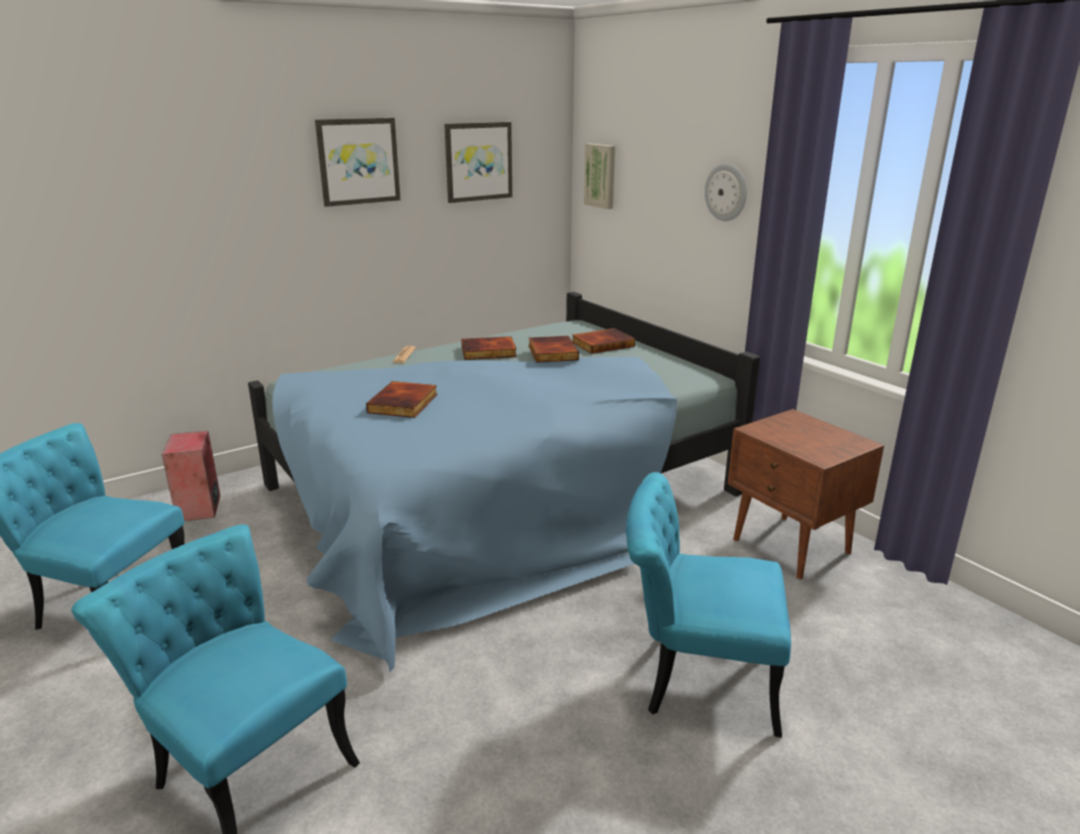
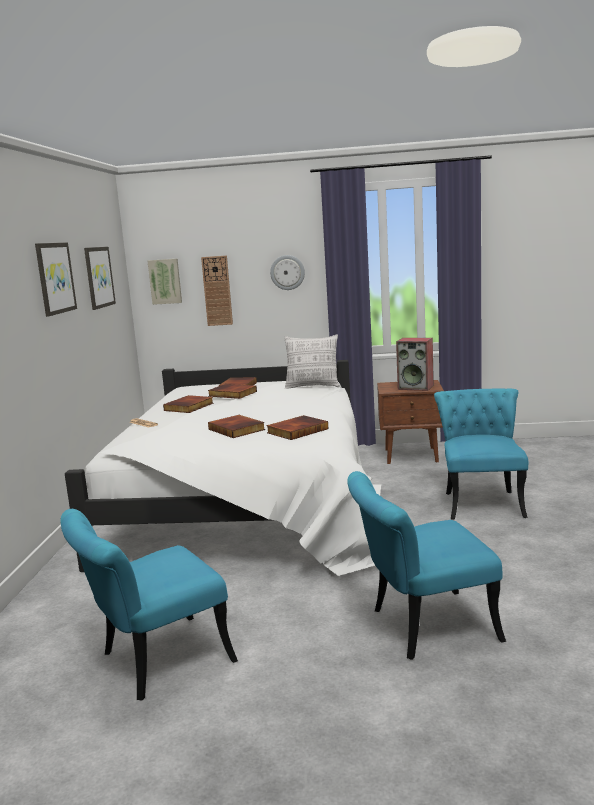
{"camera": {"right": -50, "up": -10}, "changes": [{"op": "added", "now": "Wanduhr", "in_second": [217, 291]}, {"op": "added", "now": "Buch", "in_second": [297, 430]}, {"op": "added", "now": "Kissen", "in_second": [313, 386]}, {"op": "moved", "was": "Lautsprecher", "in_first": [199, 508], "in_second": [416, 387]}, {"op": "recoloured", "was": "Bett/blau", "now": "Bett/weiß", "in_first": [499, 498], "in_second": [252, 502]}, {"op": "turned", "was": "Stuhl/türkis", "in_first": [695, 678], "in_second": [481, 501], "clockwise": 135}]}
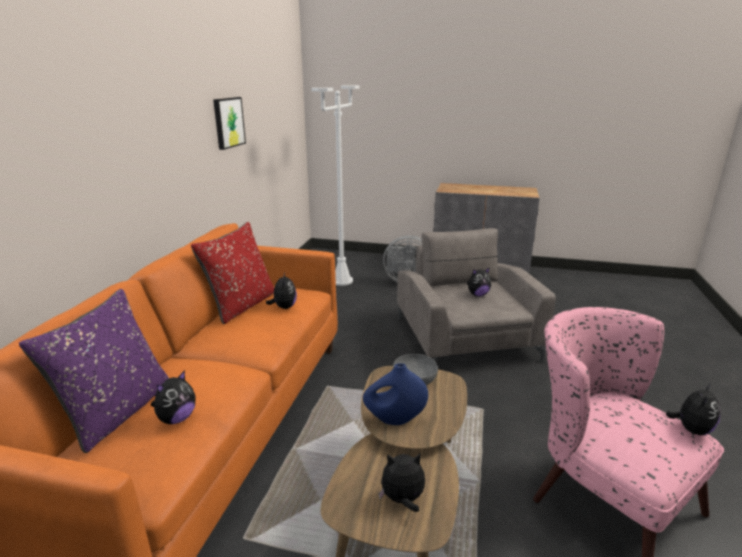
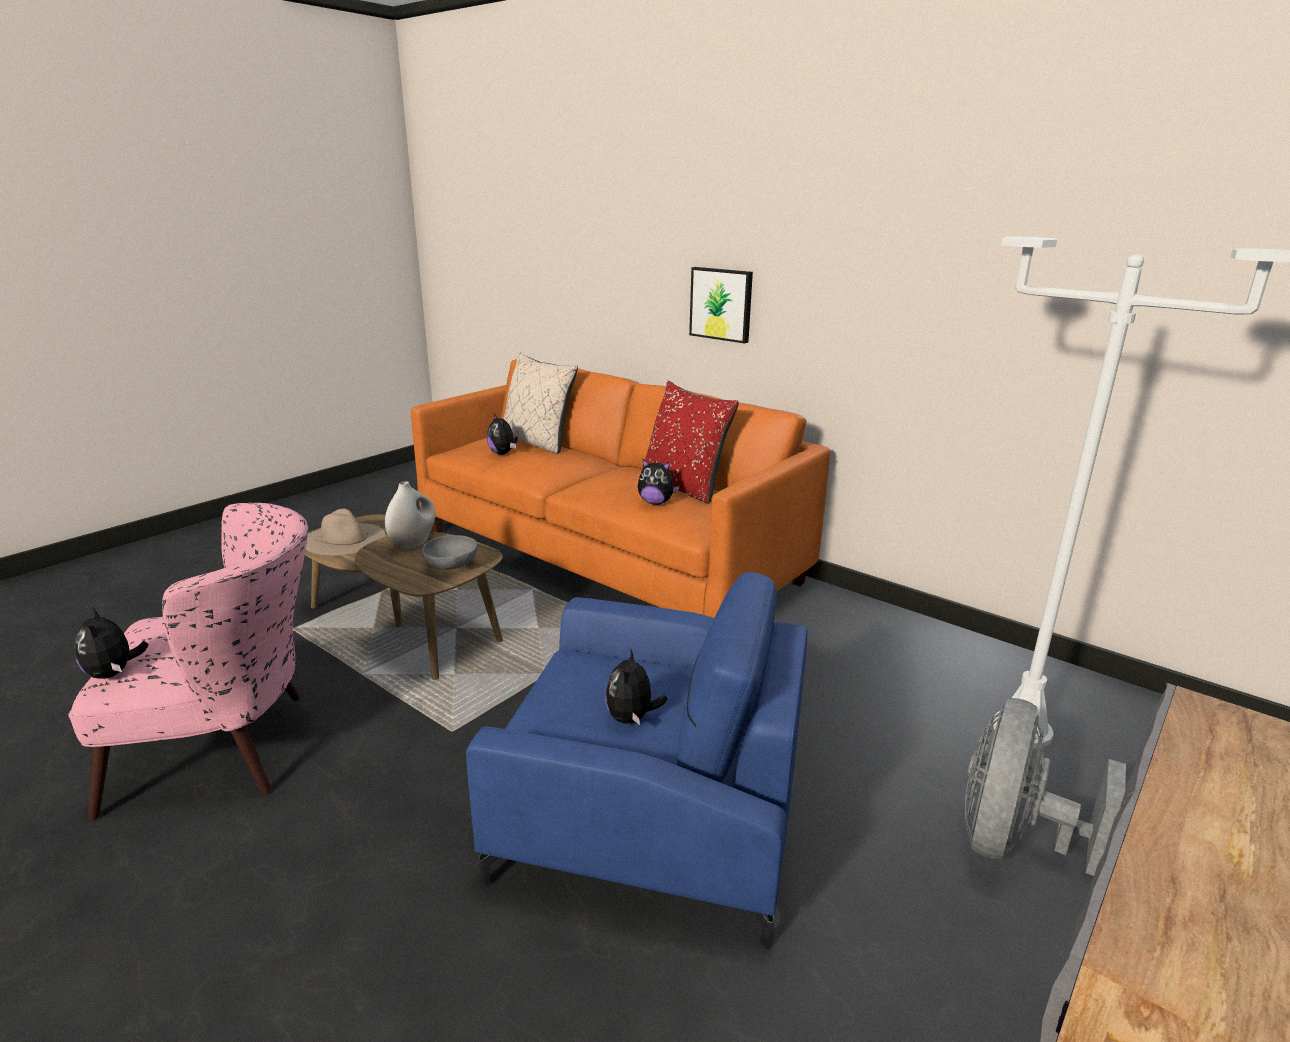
{"camera": {"right": 115, "up": 0}, "changes": [{"op": "moved", "was": "Bild", "in_first": [228, 122], "in_second": [721, 304]}, {"op": "replaced", "was": "Plüschtier", "now": "Hut/beige", "in_first": [402, 500], "in_second": [345, 539]}, {"op": "recoloured", "was": "Kissen/lila", "now": "Kissen/beige", "in_first": [118, 412], "in_second": [537, 442]}, {"op": "recoloured", "was": "Vase/blau", "now": "Vase/weiß", "in_first": [394, 419], "in_second": [413, 543]}, {"op": "recoloured", "was": "Sessel/grau", "now": "Sessel/blau", "in_first": [465, 338], "in_second": [652, 811]}]}
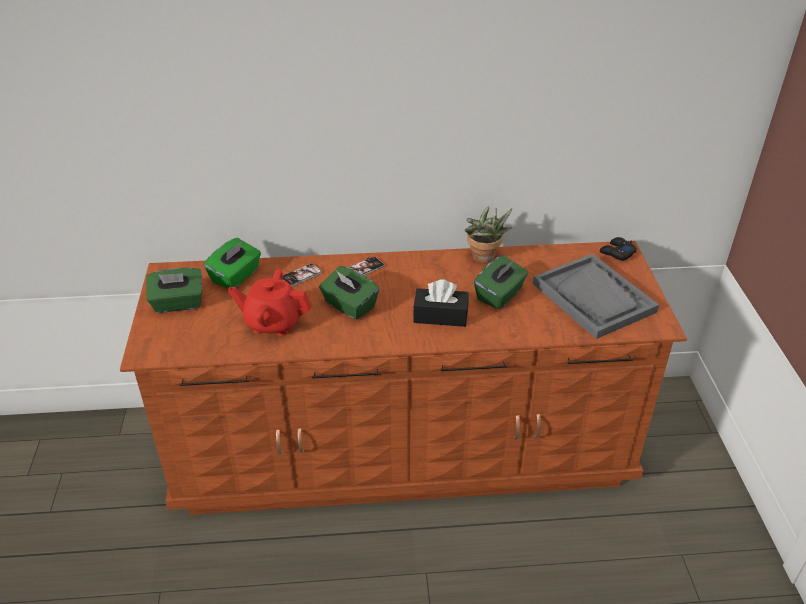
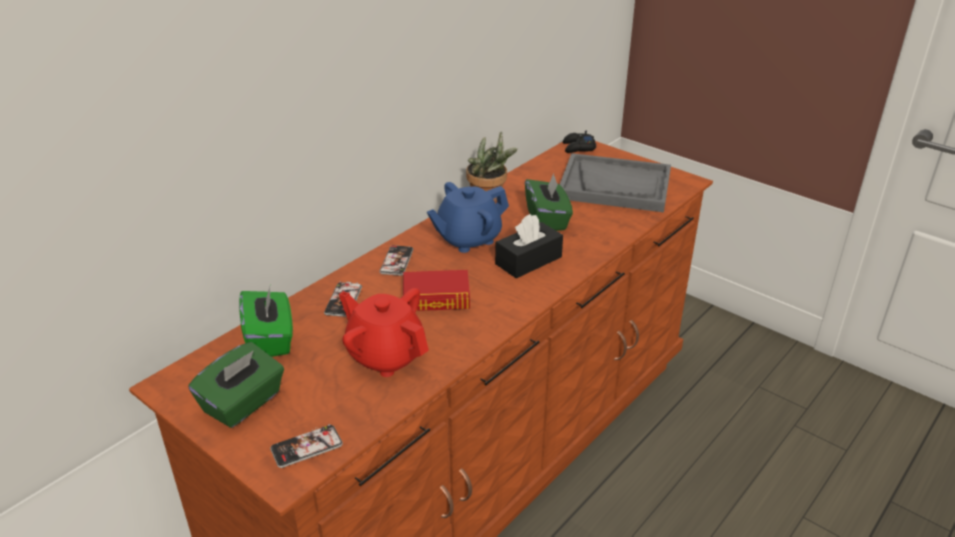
{"camera": {"right": -45, "up": -5}, "changes": [{"op": "added", "now": "Handy", "in_second": [306, 447]}, {"op": "added", "now": "Teekanne/blau", "in_second": [468, 239]}, {"op": "replaced", "was": "Taschentuchbox/grün", "now": "Buch", "in_first": [349, 306], "in_second": [436, 298]}, {"op": "turned", "was": "Teekanne/rot", "in_first": [273, 323], "in_second": [386, 356], "clockwise": 75}]}
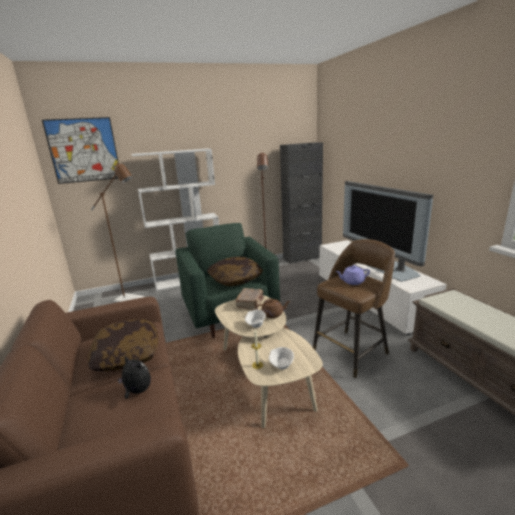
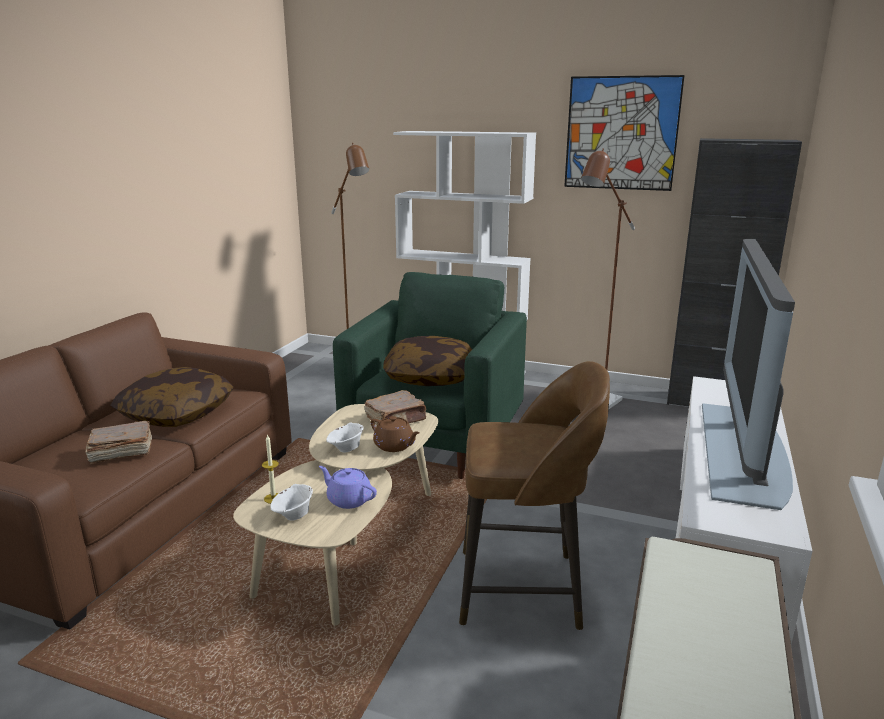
{"camera": {"right": 40, "up": 0}, "changes": [{"op": "moved", "was": "Bild", "in_first": [84, 150], "in_second": [621, 133]}, {"op": "moved", "was": "Teekanne/lila", "in_first": [352, 282], "in_second": [348, 500]}, {"op": "replaced", "was": "Plüschtier", "now": "Buch/braun", "in_first": [137, 391], "in_second": [120, 452]}]}
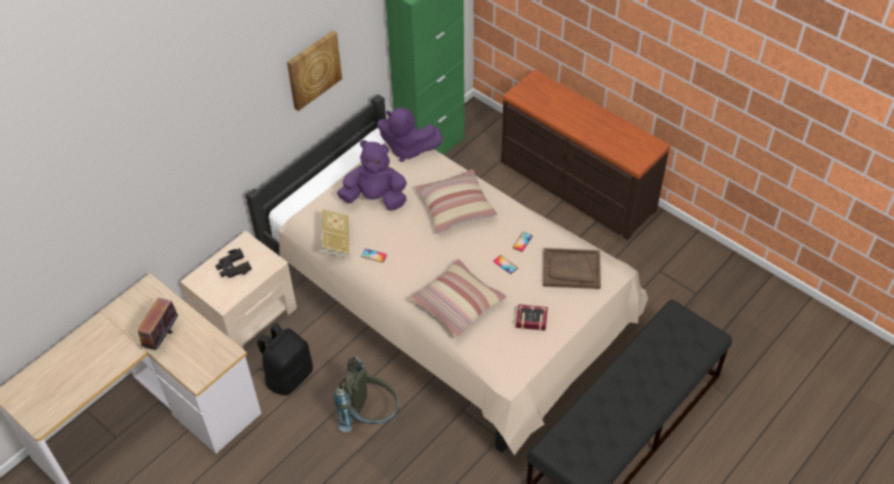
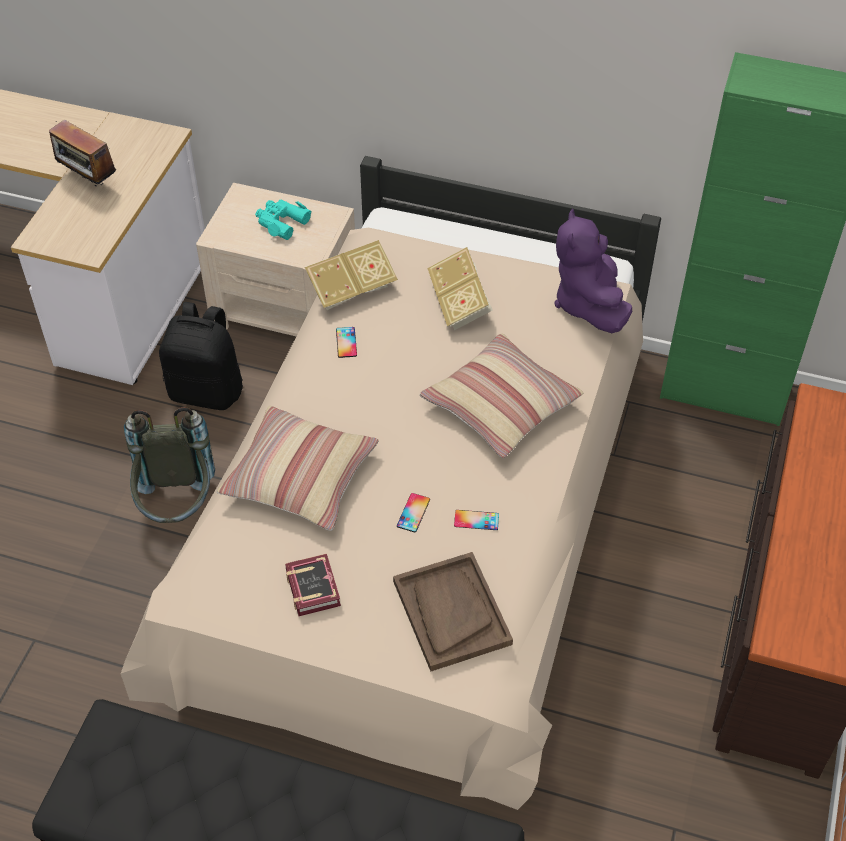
{"camera": {"right": 65, "up": 0}, "changes": [{"op": "removed", "was": "Bild", "in_first": [313, 69]}, {"op": "replaced", "was": "Plüschtier/lila", "now": "Buch", "in_first": [375, 199], "in_second": [459, 303]}, {"op": "recoloured", "was": "Fernglas/schwarz", "now": "Fernglas/türkis", "in_first": [233, 268], "in_second": [281, 222]}, {"op": "turned", "was": "Radio", "in_first": [162, 338], "in_second": [88, 181], "clockwise": -135}]}
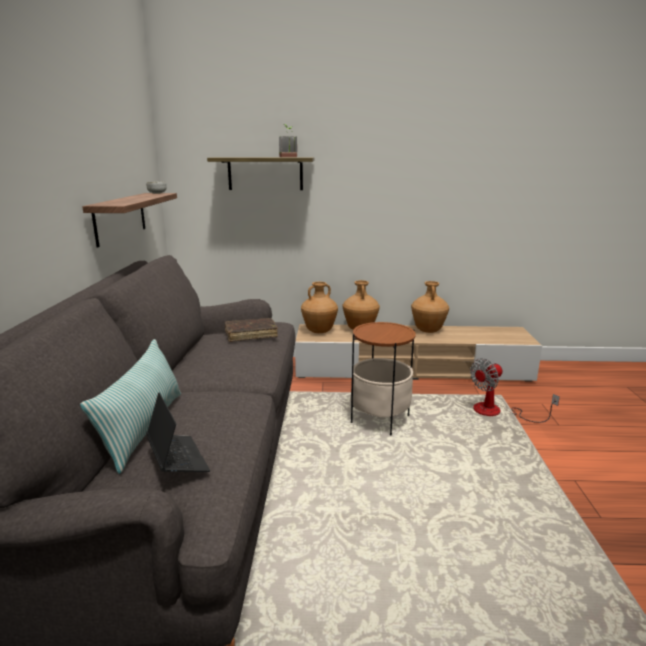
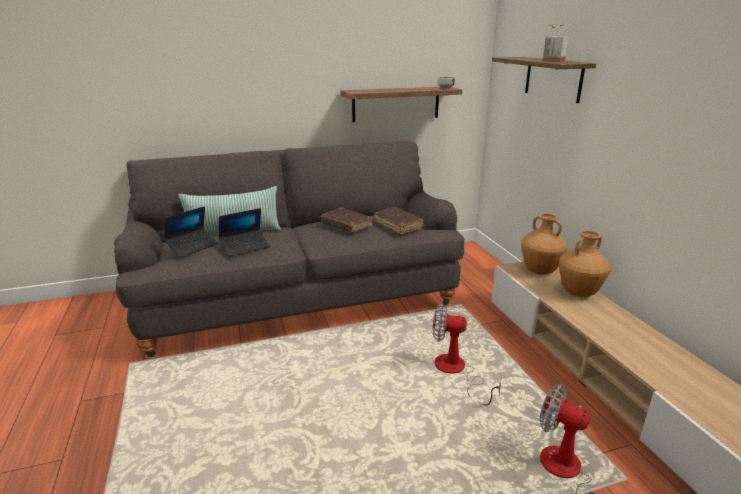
{"camera": {"right": 70, "up": 5}, "changes": [{"op": "removed", "was": "Vase/braun", "in_first": [428, 330]}, {"op": "added", "now": "Laptop", "in_second": [245, 247]}, {"op": "added", "now": "Buch/braun", "in_second": [346, 225]}, {"op": "replaced", "was": "Beistelltisch", "now": "Ventilator", "in_first": [380, 420], "in_second": [456, 371]}]}
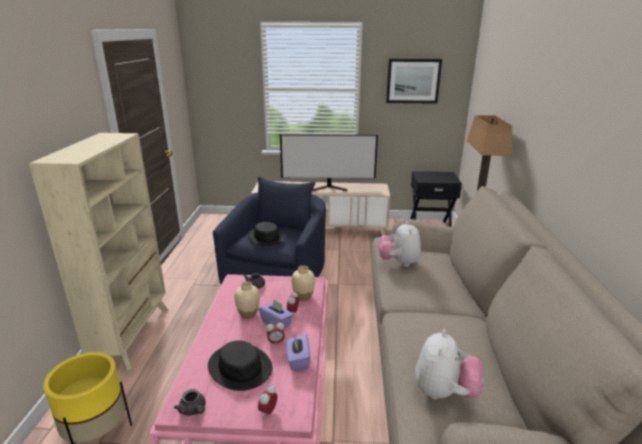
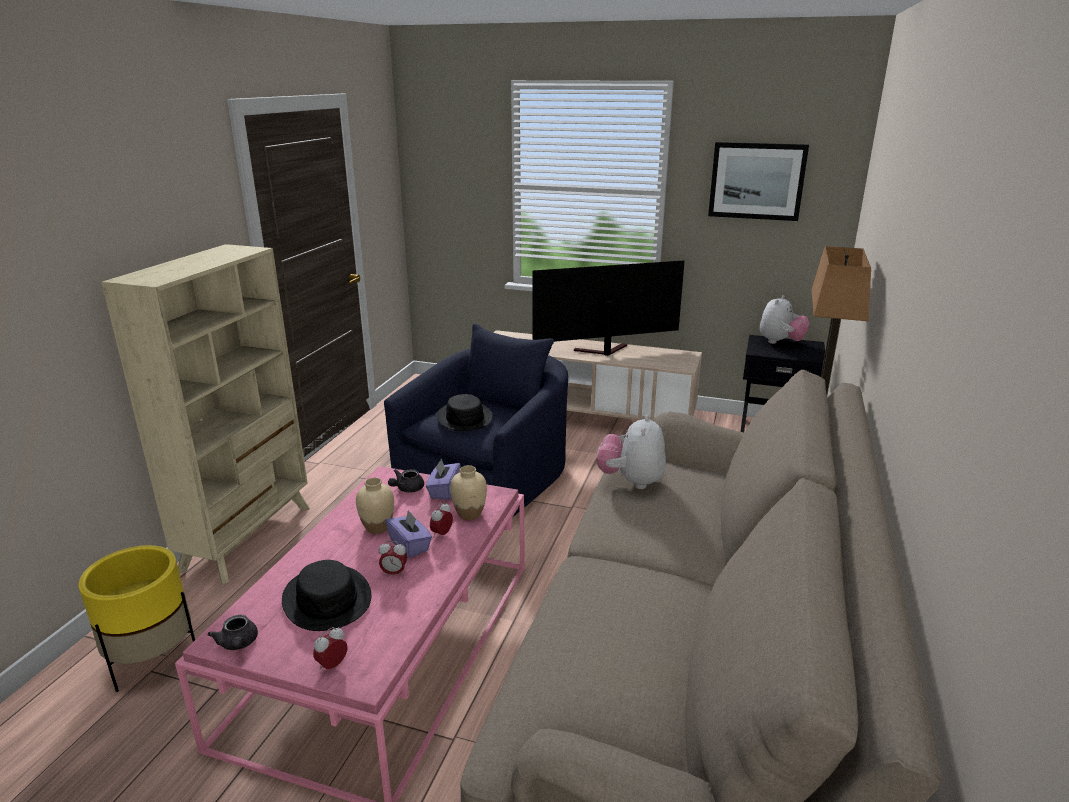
{"camera": {"right": 15, "up": 0}, "changes": [{"op": "moved", "was": "Taschentuchbox/lila", "in_first": [298, 360], "in_second": [444, 491]}, {"op": "moved", "was": "Plüschtier", "in_first": [444, 392], "in_second": [780, 342]}, {"op": "turned", "was": "Fernseher", "in_first": [330, 188], "in_second": [602, 351], "clockwise": 150}]}
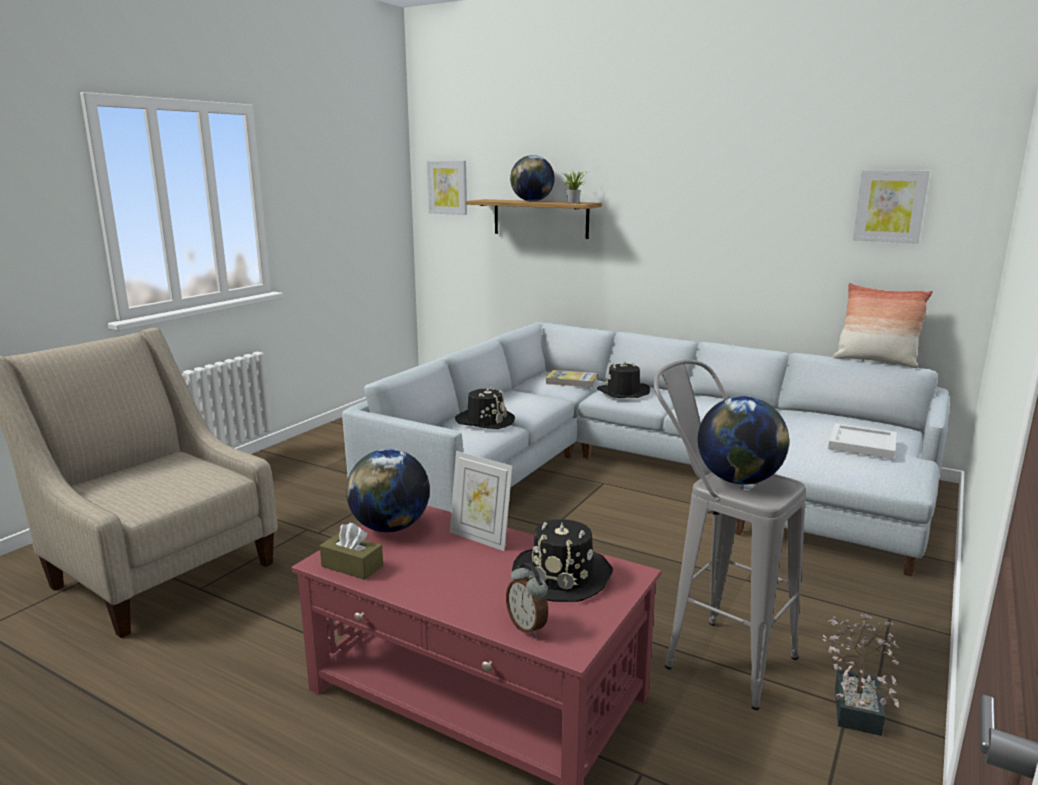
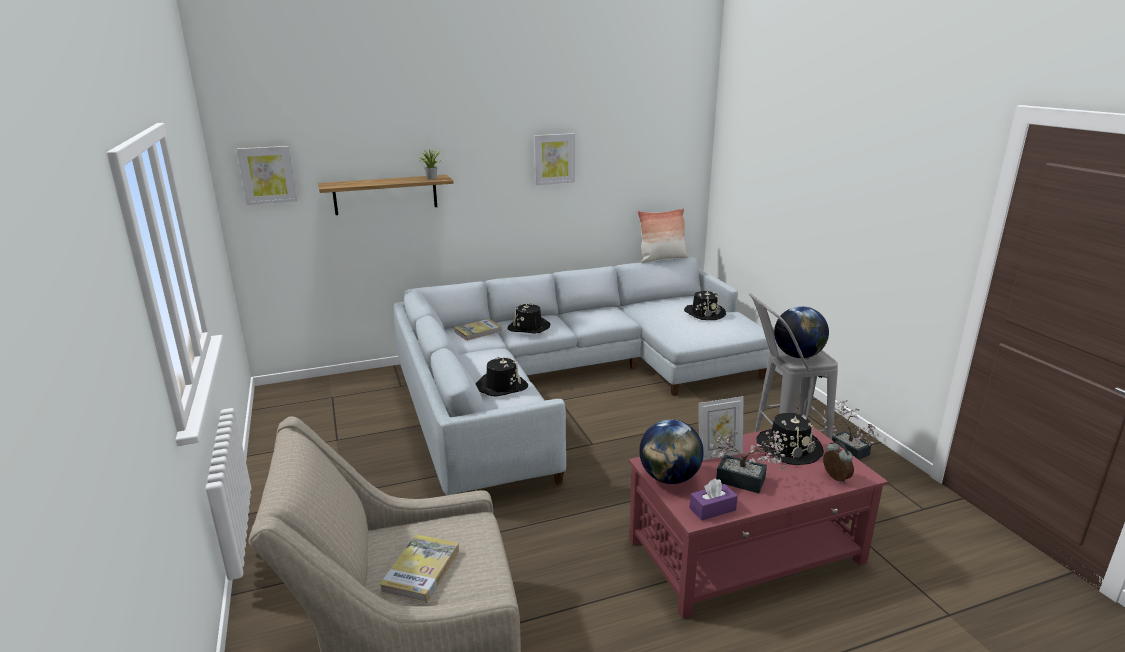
{"camera": {"right": -50, "up": 5}, "changes": [{"op": "removed", "was": "Globus", "in_first": [532, 201]}, {"op": "added", "now": "Buch", "in_second": [421, 570]}, {"op": "added", "now": "Topfpflanze", "in_second": [746, 482]}, {"op": "moved", "was": "Bild", "in_first": [890, 206], "in_second": [554, 159]}, {"op": "replaced", "was": "Tablett/weiß", "now": "Hut/schwarz", "in_first": [863, 444], "in_second": [704, 313]}, {"op": "recoloured", "was": "Taschentuchbox/braun", "now": "Taschentuchbox/lila", "in_first": [352, 566], "in_second": [712, 509]}, {"op": "turned", "was": "Wecker", "in_first": [528, 626], "in_second": [835, 478], "clockwise": -120}]}
